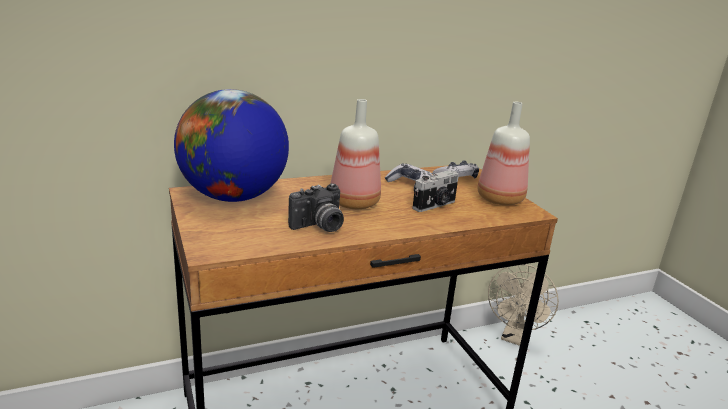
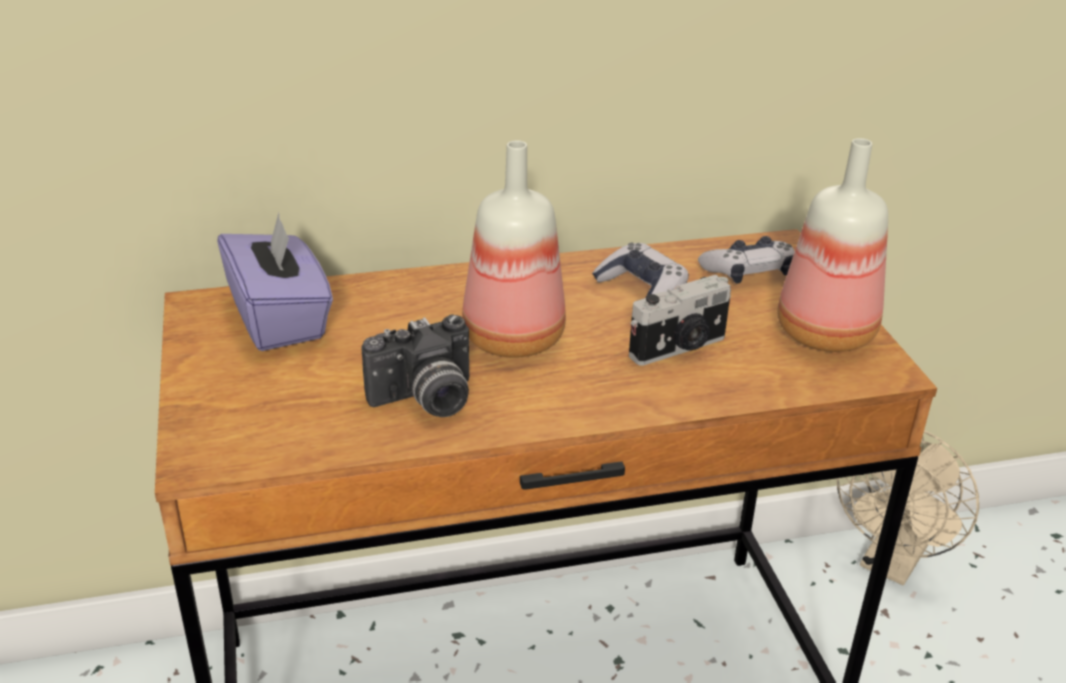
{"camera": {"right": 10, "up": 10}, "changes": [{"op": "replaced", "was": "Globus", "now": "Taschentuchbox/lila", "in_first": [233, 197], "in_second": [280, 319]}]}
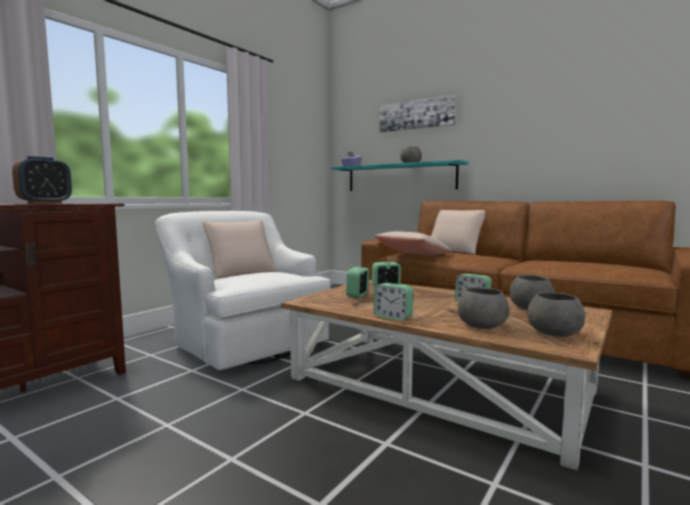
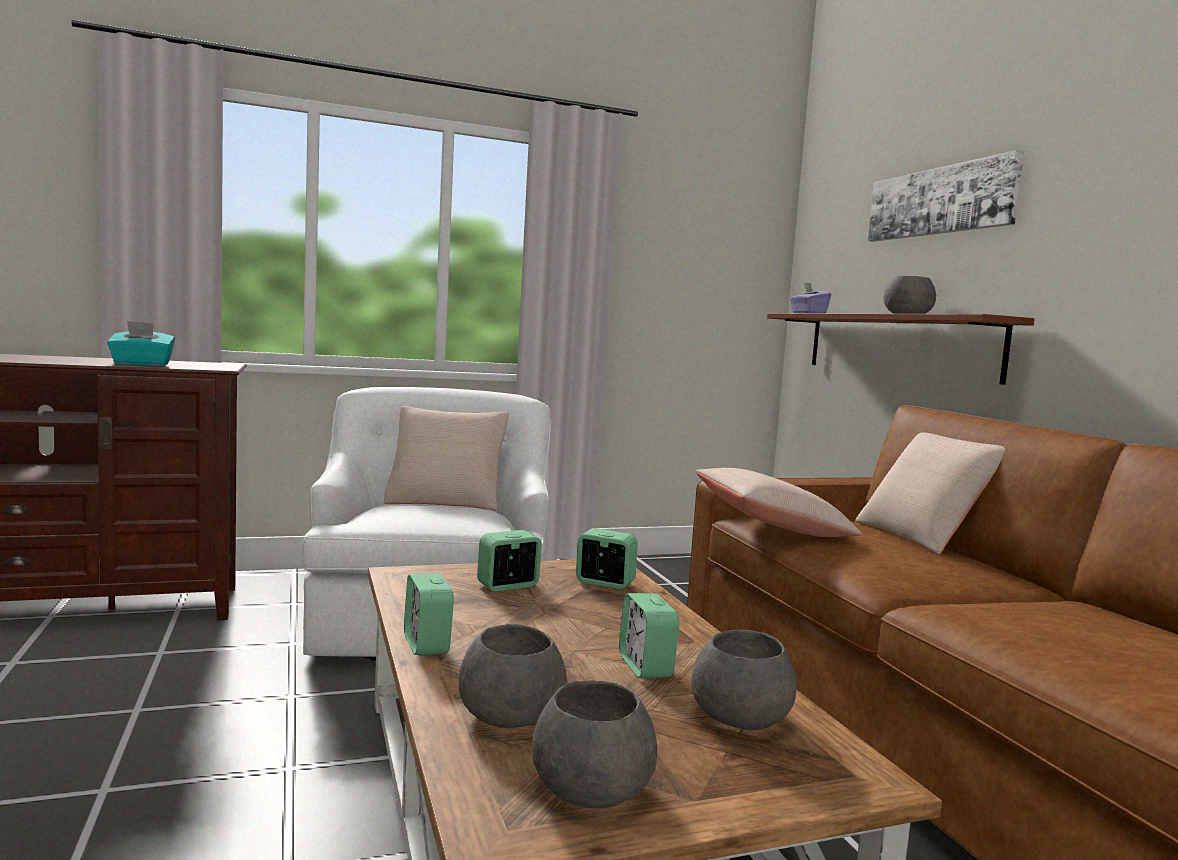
{"camera": {"right": 35, "up": 0}, "changes": [{"op": "replaced", "was": "Wecker", "now": "Taschentuchbox/türkis", "in_first": [45, 203], "in_second": [141, 364]}, {"op": "recoloured", "was": "Wandregal/türkis", "now": "Wandregal/braun", "in_first": [400, 177], "in_second": [897, 345]}]}
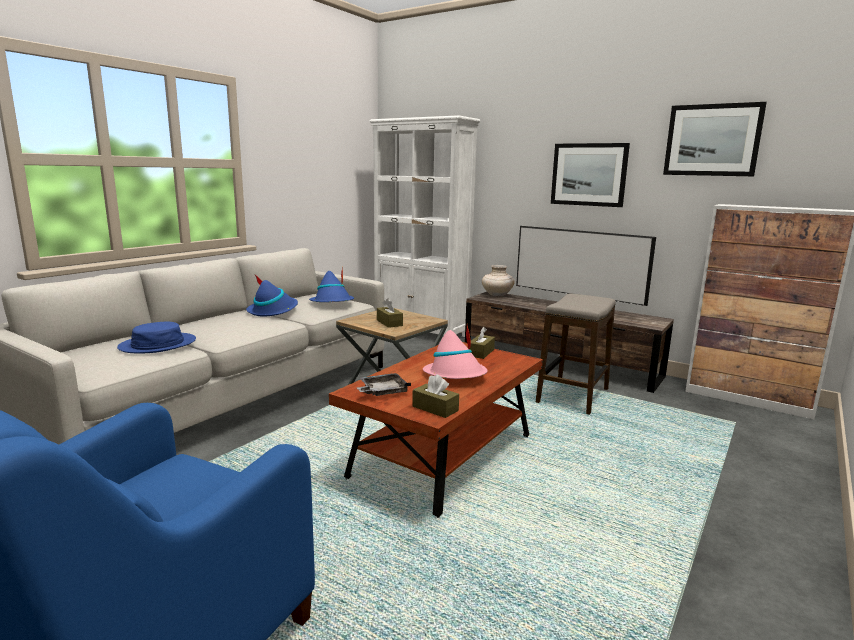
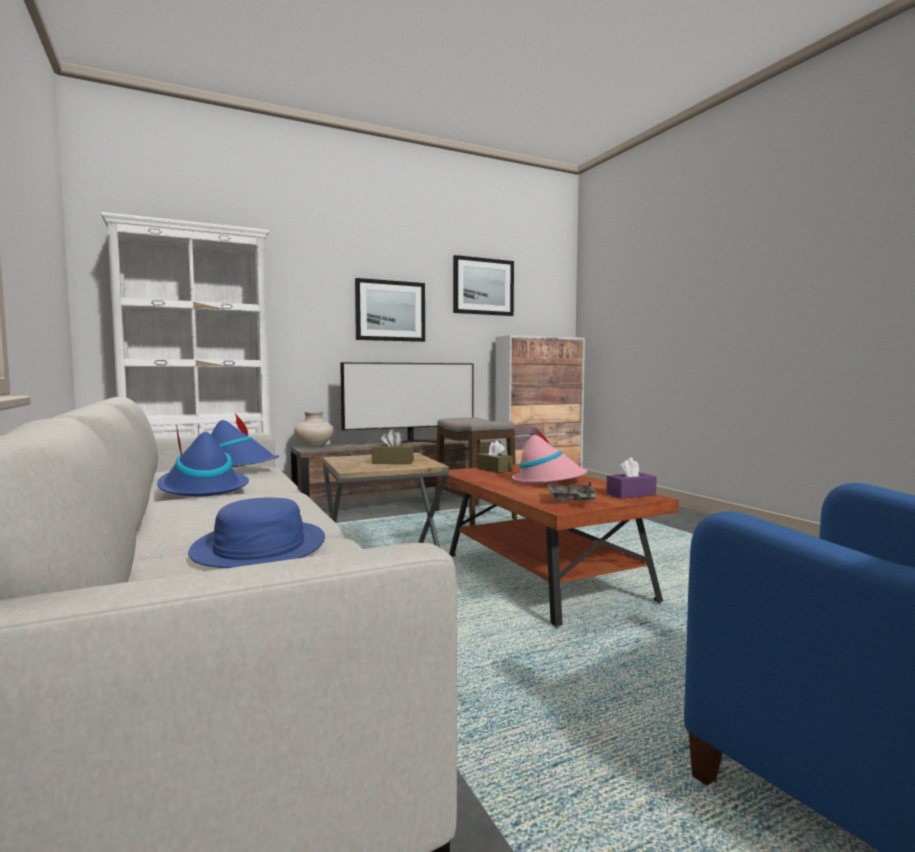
{"camera": {"right": -60, "up": -10}, "changes": [{"op": "recoloured", "was": "Taschentuchbox/braun", "now": "Taschentuchbox/lila", "in_first": [435, 408], "in_second": [631, 494]}]}
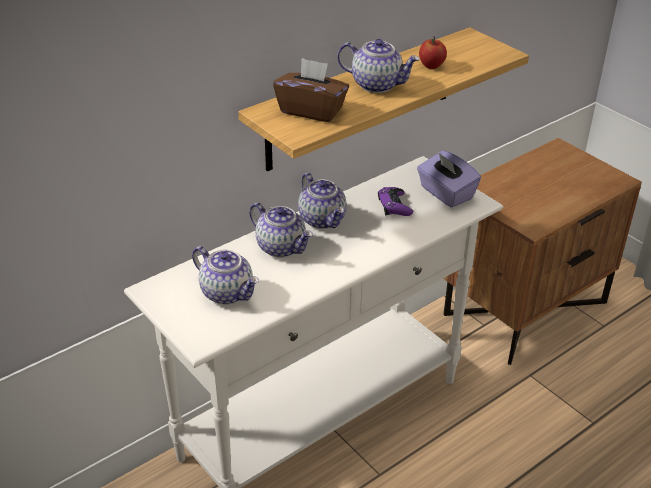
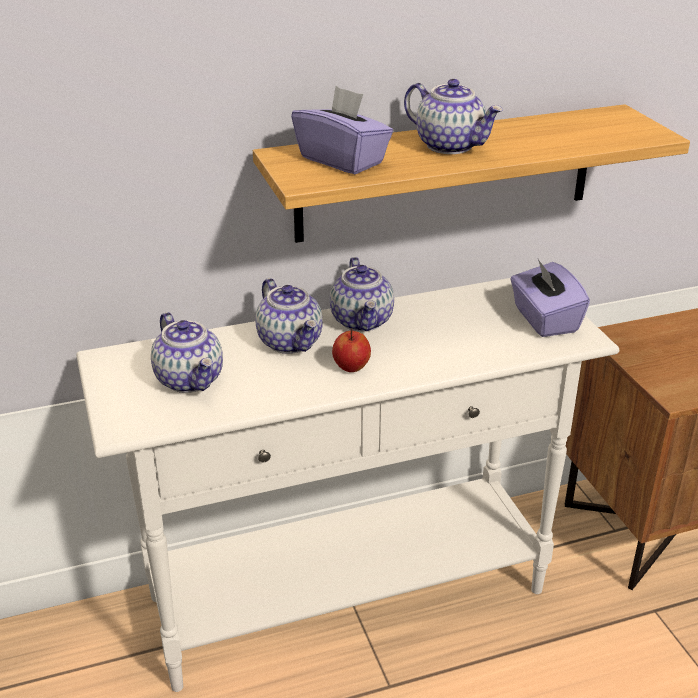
{"camera": {"right": 20, "up": -5}, "changes": [{"op": "removed", "was": "Gamepad/lila", "in_first": [394, 206]}, {"op": "moved", "was": "Apfel", "in_first": [431, 66], "in_second": [351, 367]}, {"op": "recoloured", "was": "Taschentuchbox/braun", "now": "Taschentuchbox/lila", "in_first": [311, 110], "in_second": [342, 160]}]}
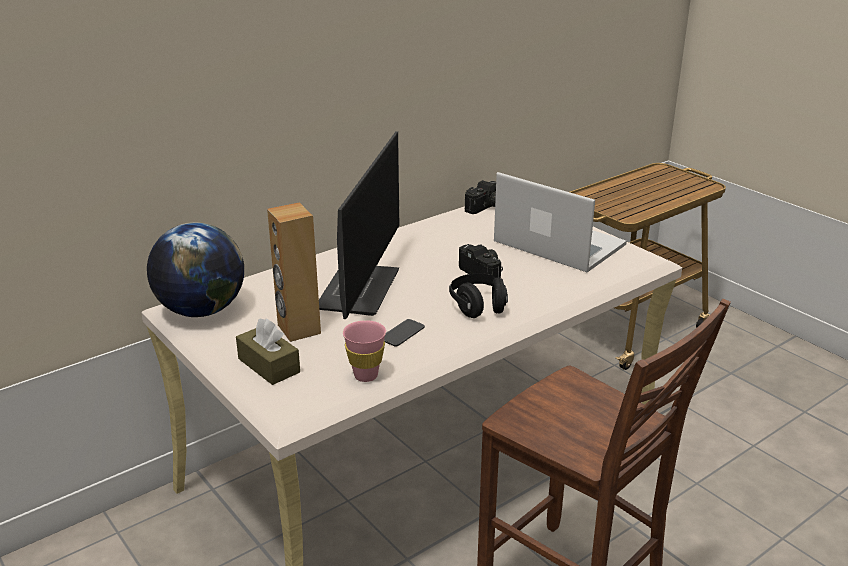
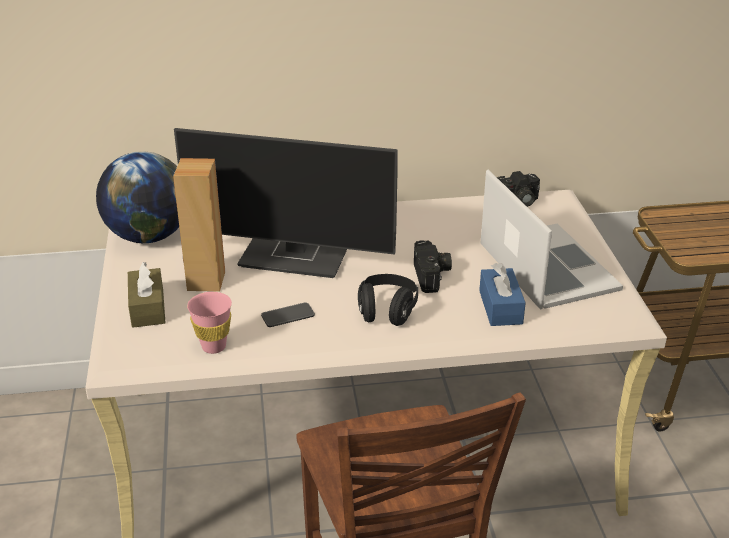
{"camera": {"right": 30, "up": 5}, "changes": [{"op": "added", "now": "Taschentuchbox/blau", "in_second": [500, 307]}, {"op": "turned", "was": "Monitor", "in_first": [358, 289], "in_second": [297, 257], "clockwise": 60}]}
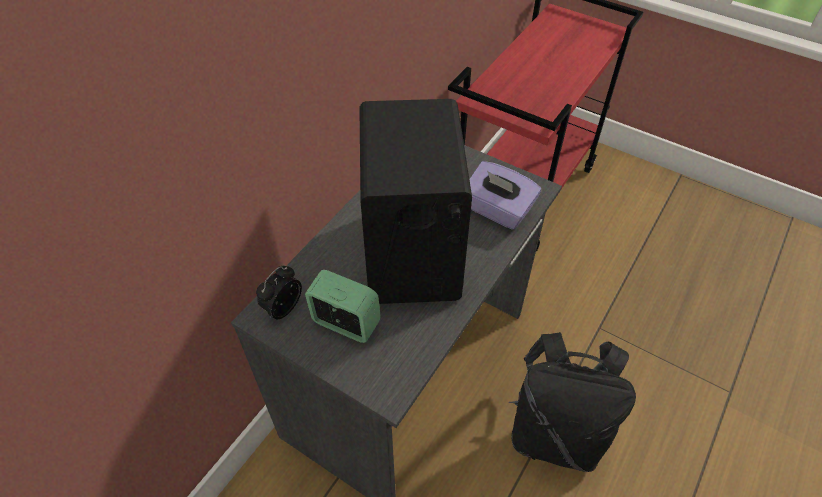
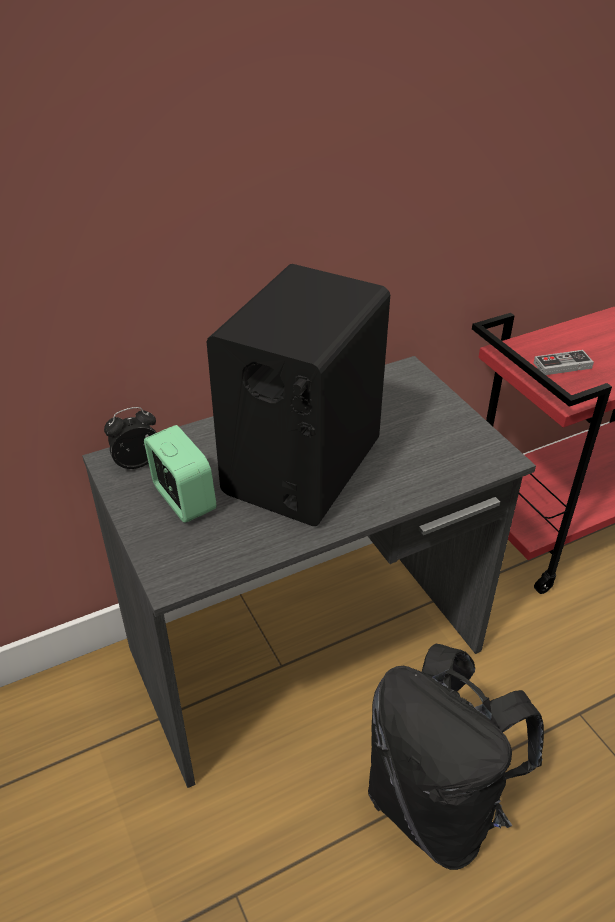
{"camera": {"right": 30, "up": -10}, "changes": [{"op": "removed", "was": "Taschentuchbox/lila", "in_first": [497, 210]}, {"op": "added", "now": "Gamepad", "in_second": [562, 365]}]}
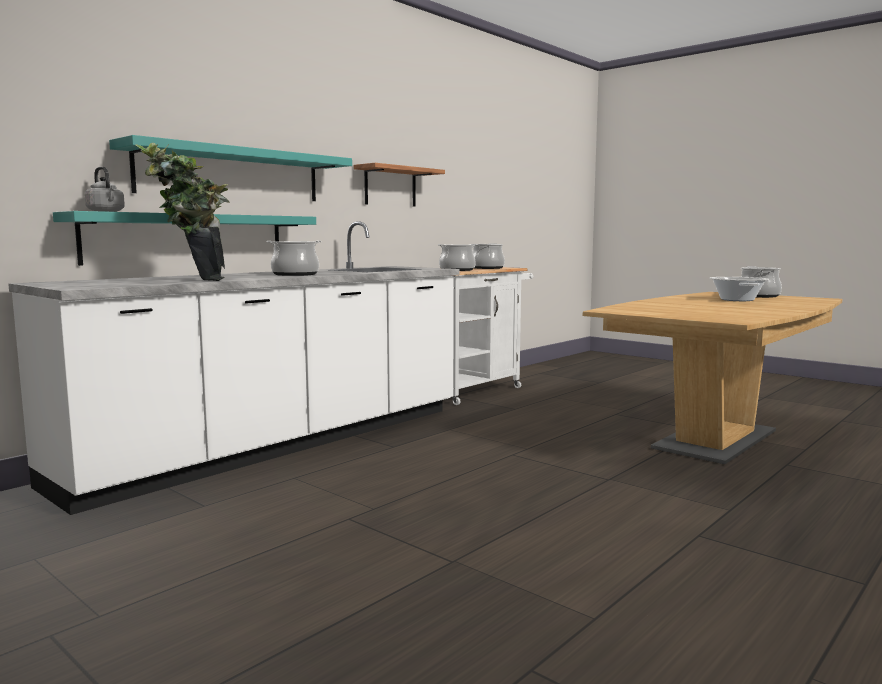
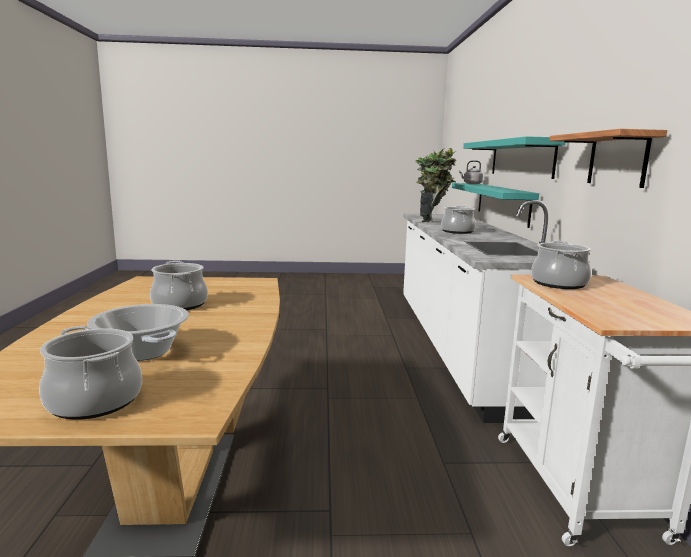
{"camera": {"right": 135, "up": 5}, "changes": [{"op": "moved", "was": "Kochtopf", "in_first": [487, 268], "in_second": [180, 304]}]}
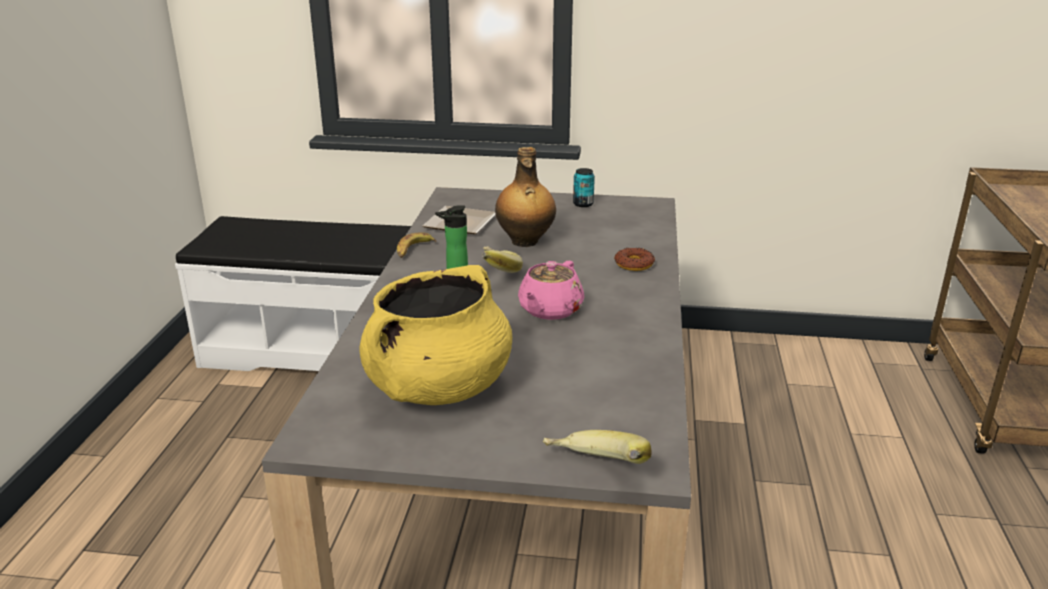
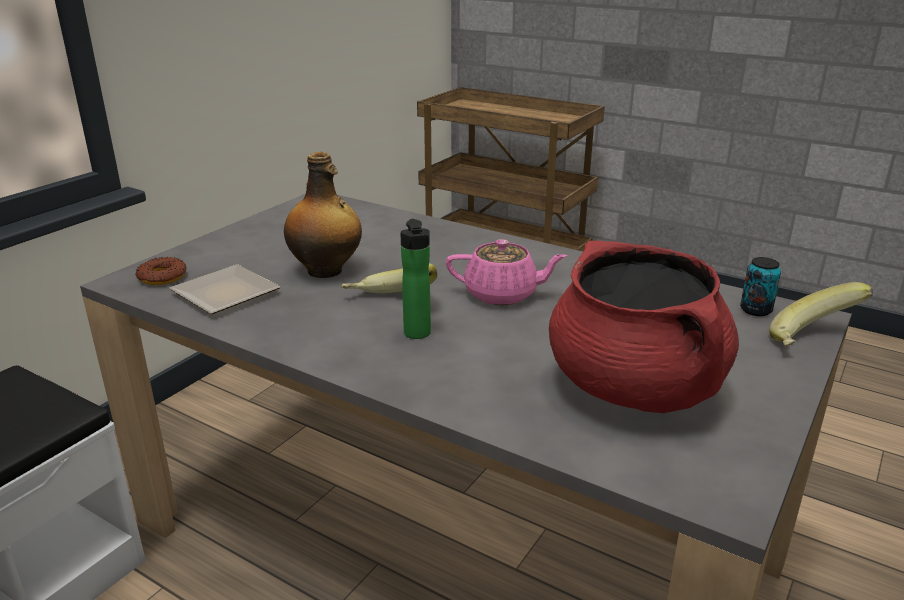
{"camera": {"right": -65, "up": 0}, "changes": [{"op": "removed", "was": "Banane", "in_first": [413, 250]}, {"op": "moved", "was": "Dose", "in_first": [583, 204], "in_second": [755, 310]}, {"op": "moved", "was": "Donut", "in_first": [634, 264], "in_second": [162, 277]}, {"op": "recoloured", "was": "Kochtopf/gelb", "now": "Kochtopf/rot", "in_first": [438, 388], "in_second": [635, 388]}, {"op": "turned", "was": "Teekanne/rosa", "in_first": [549, 310], "in_second": [502, 294], "clockwise": -45}]}
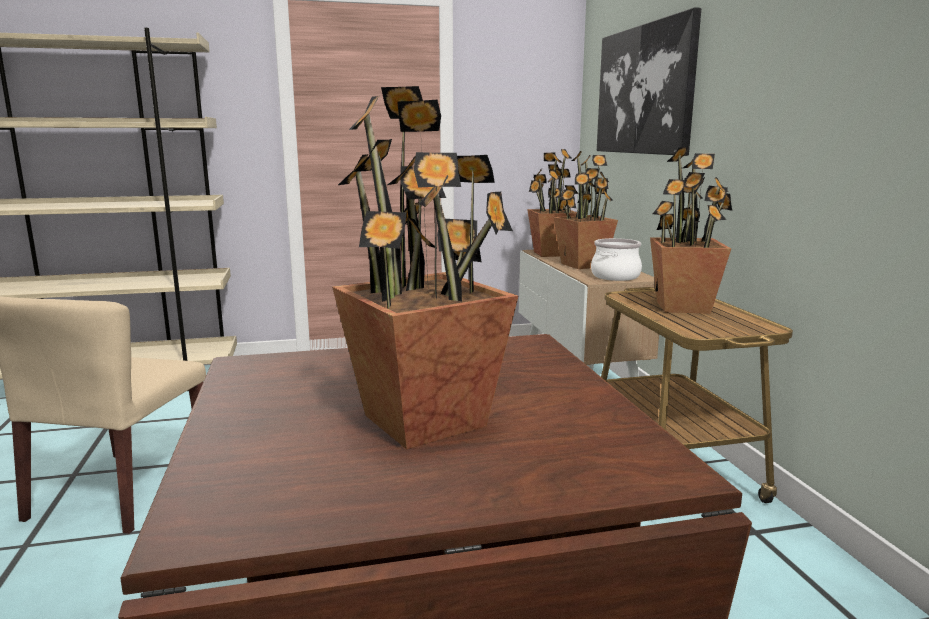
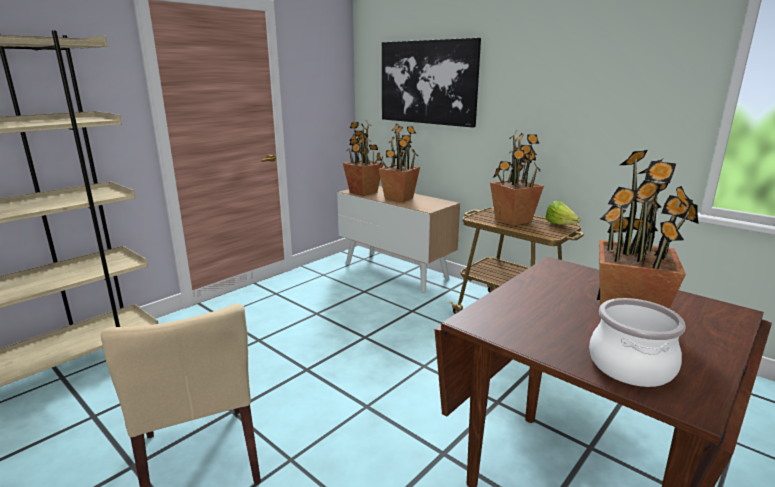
{"camera": {"right": -35, "up": 5}, "changes": [{"op": "added", "now": "Salatkopf", "in_second": [560, 225]}, {"op": "moved", "was": "Kochtopf", "in_first": [615, 276], "in_second": [629, 366]}]}
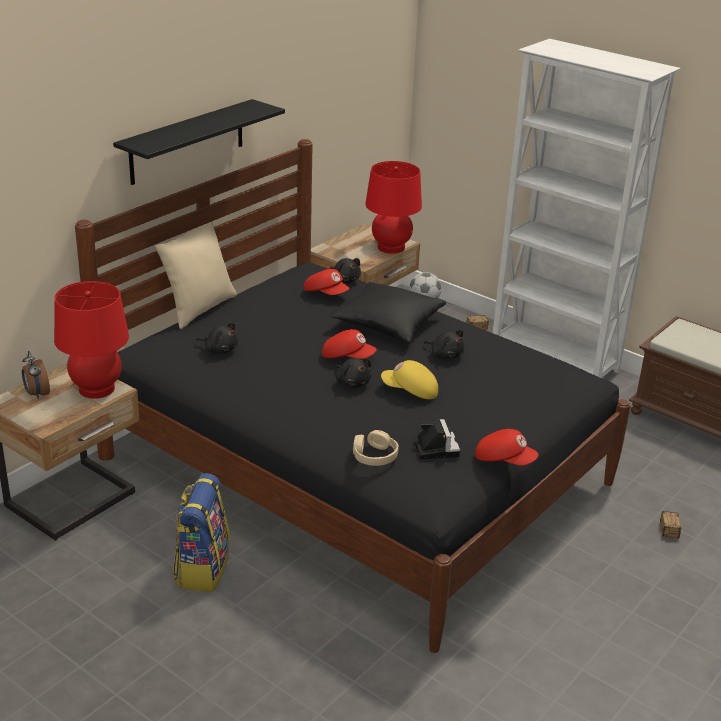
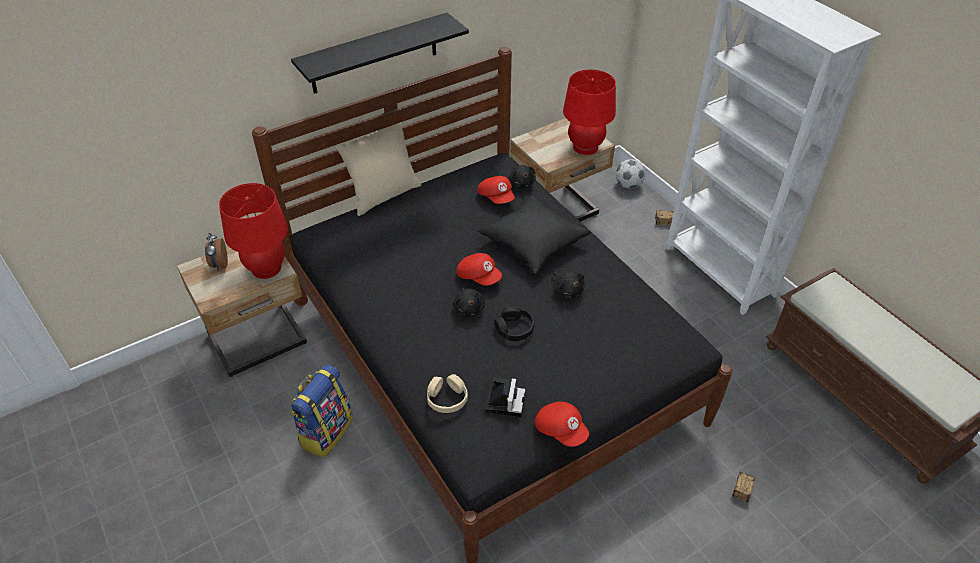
{"camera": {"right": 20, "up": 15}, "changes": [{"op": "removed", "was": "Plüschtier/schwarz", "in_first": [219, 349]}, {"op": "replaced", "was": "Kappe/gelb", "now": "Kopfhörer/schwarz", "in_first": [410, 391], "in_second": [514, 328]}]}
